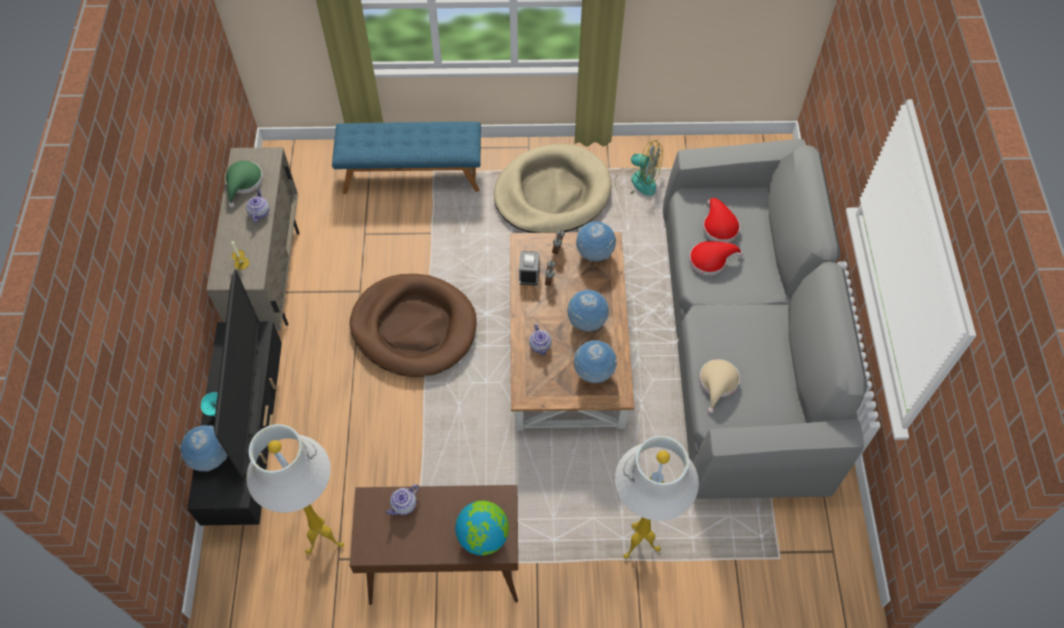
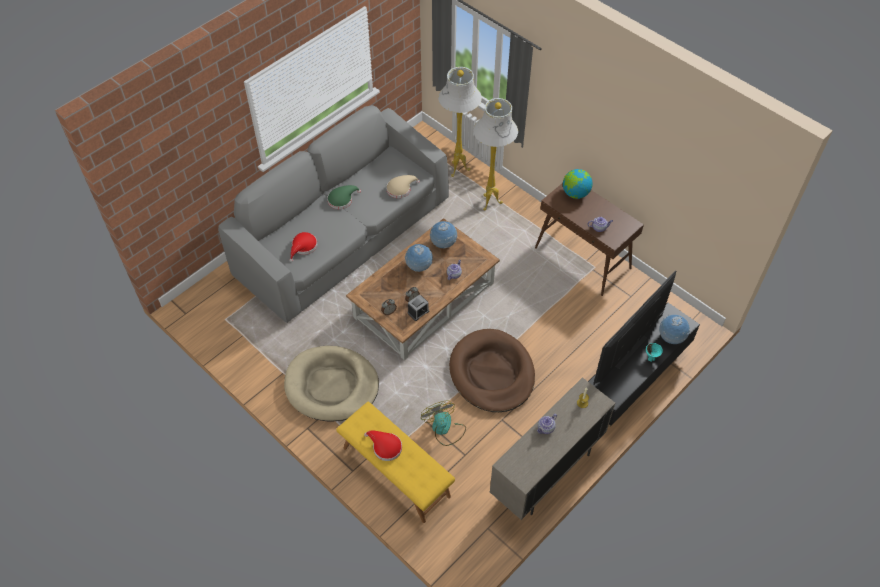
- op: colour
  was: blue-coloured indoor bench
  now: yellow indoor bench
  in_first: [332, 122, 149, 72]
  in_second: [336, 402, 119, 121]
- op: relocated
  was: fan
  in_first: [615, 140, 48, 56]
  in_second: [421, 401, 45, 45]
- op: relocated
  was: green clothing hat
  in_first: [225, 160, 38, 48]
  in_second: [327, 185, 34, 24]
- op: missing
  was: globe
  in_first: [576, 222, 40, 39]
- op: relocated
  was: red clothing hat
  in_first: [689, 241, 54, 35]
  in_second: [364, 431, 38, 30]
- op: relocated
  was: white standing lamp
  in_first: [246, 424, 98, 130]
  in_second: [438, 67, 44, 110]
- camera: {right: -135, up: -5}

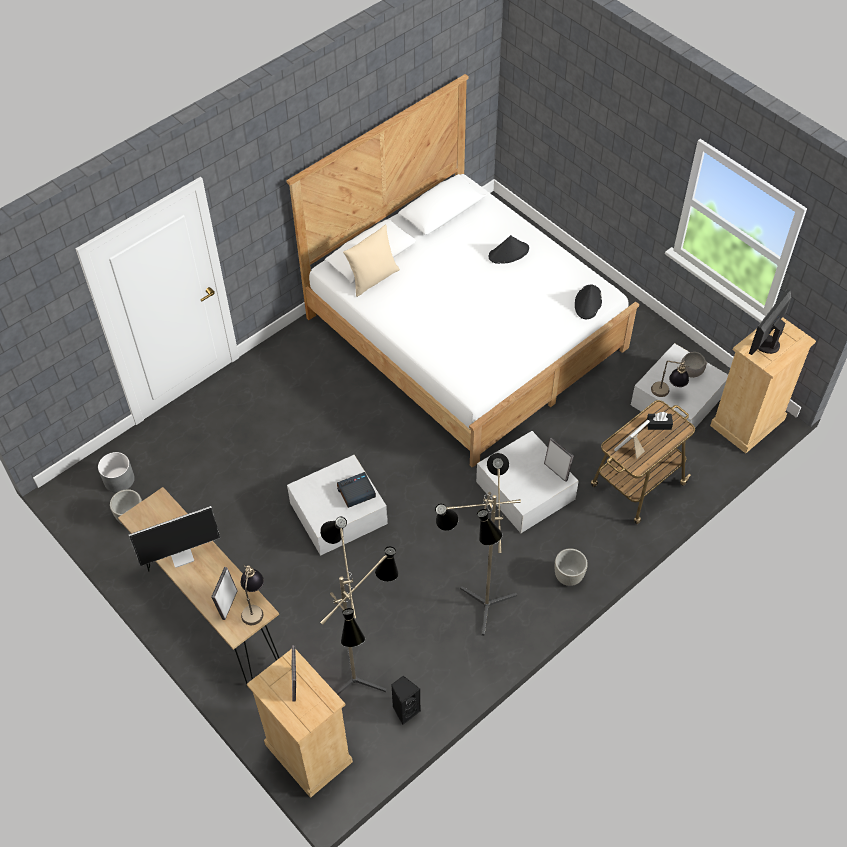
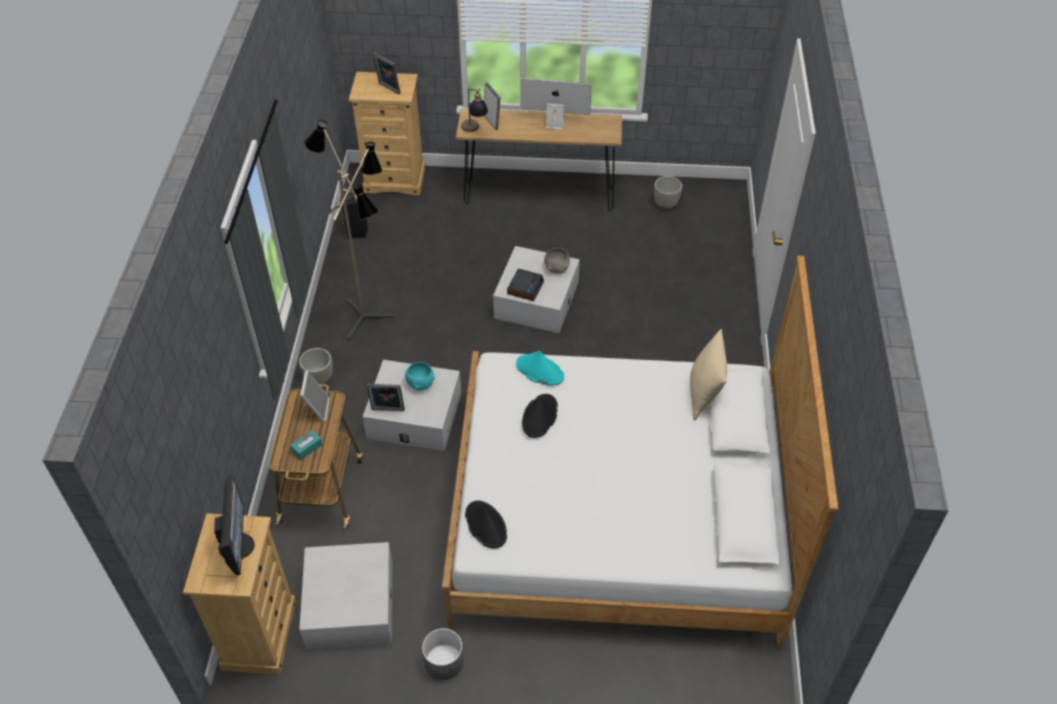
- op: relocated
  was: black-coloured clothing hat
  in_first: [489, 235, 40, 29]
  in_second: [522, 394, 36, 44]
- op: relocated
  was: greyish serving bowl
  in_first: [681, 352, 26, 26]
  in_second: [544, 248, 26, 26]
- op: missing
  was: tabletop lamp
  in_first: [651, 361, 38, 36]
- op: colour
  was: black-coloured tissue box
  now: turquoise-coloured tissue box
  in_first: [647, 412, 26, 18]
  in_second: [290, 430, 33, 30]
- op: relocated
  was: greyish planter
  in_first: [98, 452, 37, 41]
  in_second: [422, 628, 42, 52]
- op: spun
  was: computer display
  in_first: [129, 506, 91, 62]
  in_second: [521, 78, 70, 55]
  clockwise: 75
- op: missing
  was: standing lamp
  in_first: [320, 517, 79, 178]
- op: appeared
  now: turquoise-coloured clothing hat
  in_second: [516, 351, 48, 35]
- op: appeared
  now: turquoise-coloured serving bowl
  in_second: [405, 362, 30, 28]
- camera: {right: 135, up: -5}

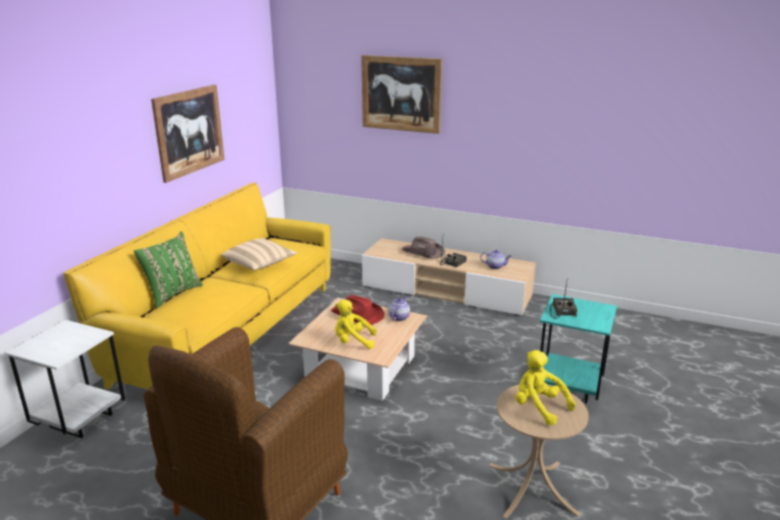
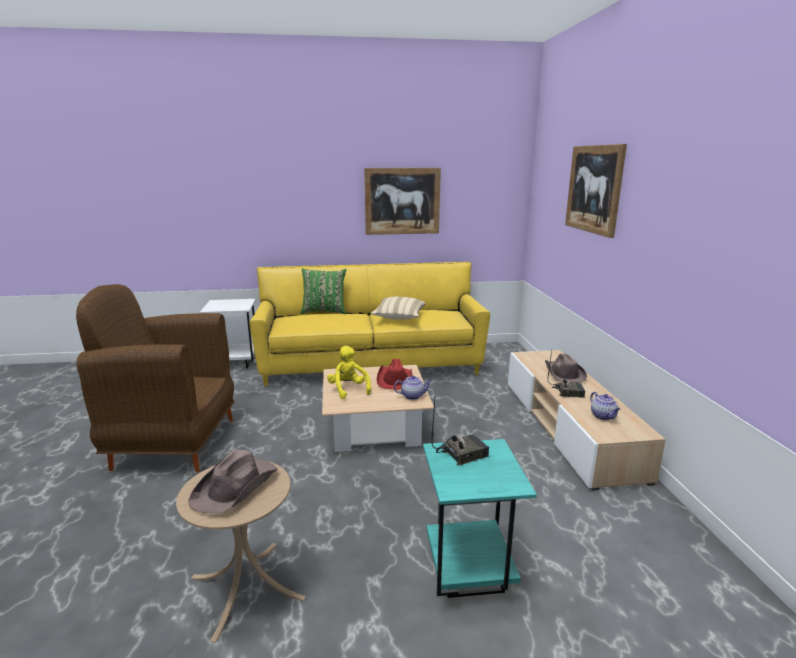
- op: exchanged
  was: yellow cuddly toy
  now: brownish clothing hat
  in_first: [515, 350, 61, 76]
  in_second: [188, 450, 90, 63]
- camera: {right: 60, up: -5}

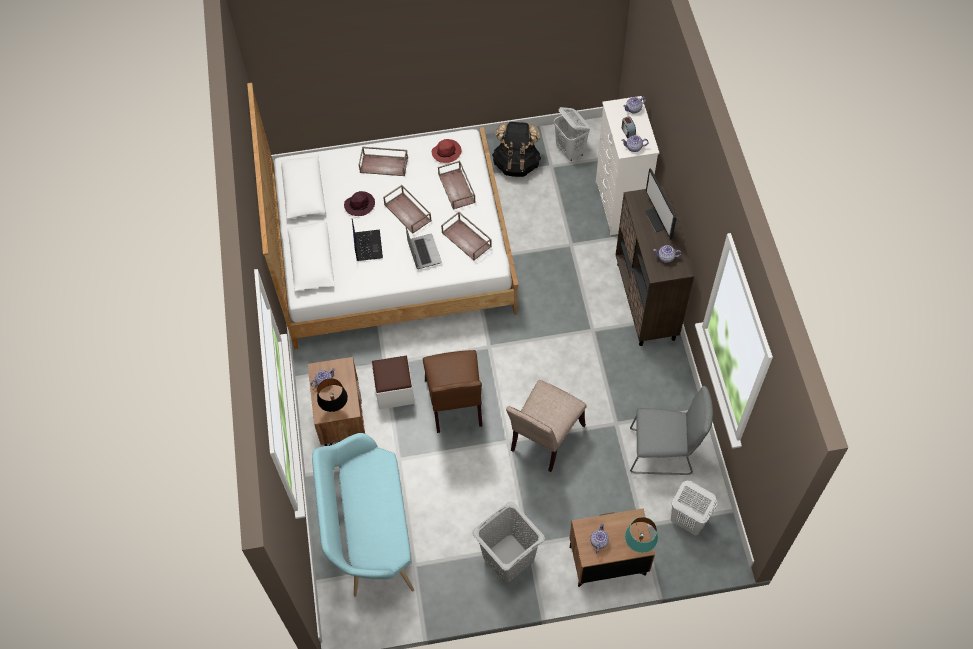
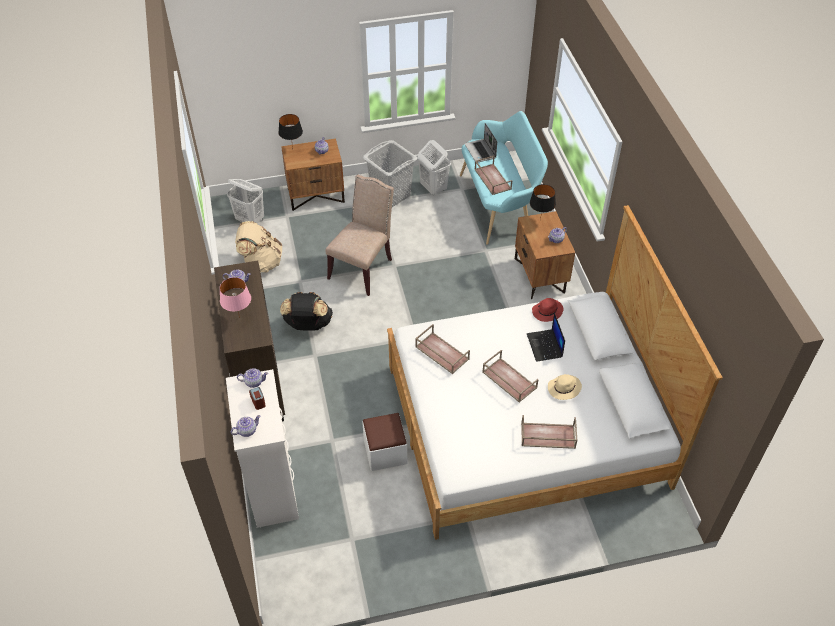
- op: relocated
  was: white hamper
  in_first: [554, 107, 36, 54]
  in_second: [418, 140, 33, 56]
- op: relocated
  was: black-coloured backpack
  in_first: [492, 122, 49, 55]
  in_second: [280, 292, 53, 39]
- op: relocated
  was: red clothing hat
  in_first: [432, 139, 29, 24]
  in_second: [532, 298, 32, 24]
- op: relocated
  was: brownish carrying tray
  in_first: [438, 161, 38, 49]
  in_second: [475, 156, 37, 39]
- op: exchanged
  was: computer display
  now: pink-coloured tabletop lamp
  in_first: [645, 168, 31, 71]
  in_second: [220, 277, 31, 41]
- op: colour
  was: purple-coloured clothing hat
  now: beige-coloured clothing hat
  in_first: [344, 191, 31, 25]
  in_second: [548, 374, 34, 26]
- op: relocated
  was: laptop
  in_first: [406, 227, 36, 42]
  in_second: [465, 123, 32, 39]
- op: missing
  was: brownish chair
  in_first: [423, 350, 59, 83]
- op: relocated
  was: white pouffe
  in_first: [372, 356, 43, 53]
  in_second: [362, 413, 45, 58]
- op: exchanged
  was: greyish chair
  now: beige-coloured backpack
  in_first: [630, 386, 83, 89]
  in_second: [235, 221, 47, 52]
- op: colour
  was: turquoise-coloured tabletop lamp
  now: black-coloured tabletop lamp
  in_first: [625, 517, 33, 36]
  in_second: [278, 114, 25, 34]
- camera: {right: 175, up: -10}

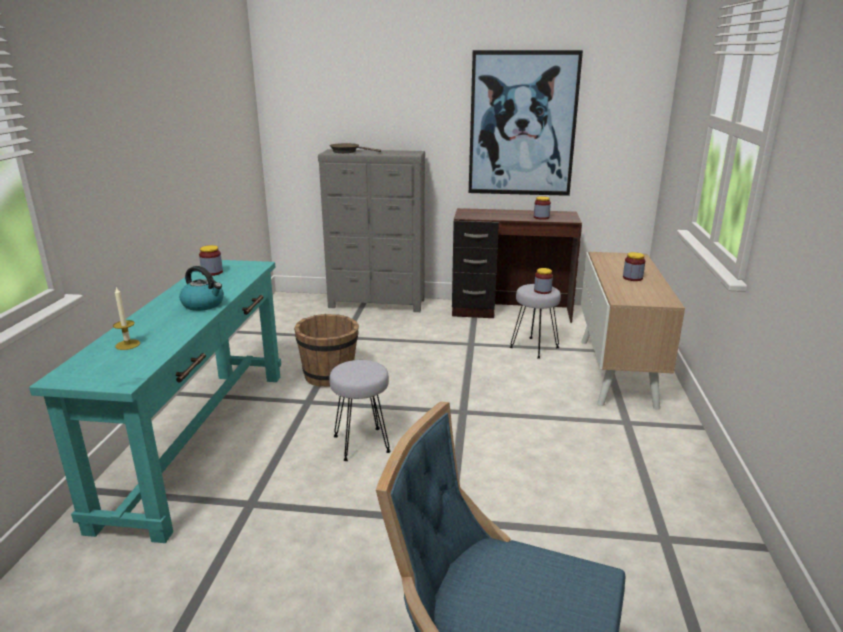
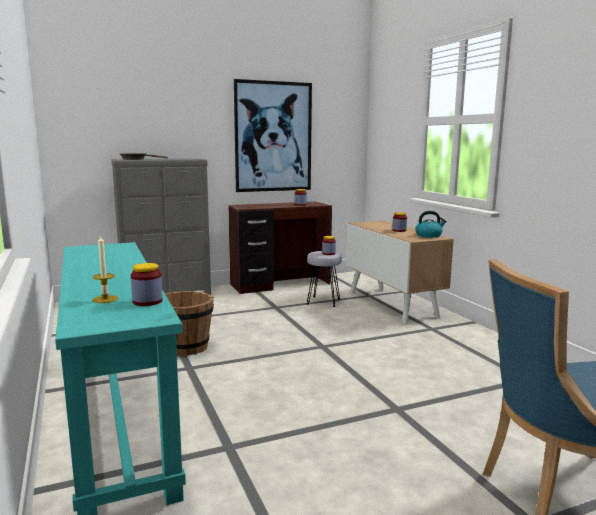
- op: relocated
  was: preserve jar
  in_first: [199, 245, 24, 31]
  in_second: [131, 263, 32, 43]
- op: relocated
  was: kettle
  in_first: [179, 266, 45, 45]
  in_second: [415, 211, 31, 27]
- op: missing
  was: greyish stool
  in_first: [329, 360, 62, 101]
- camera: {right: -30, up: -10}

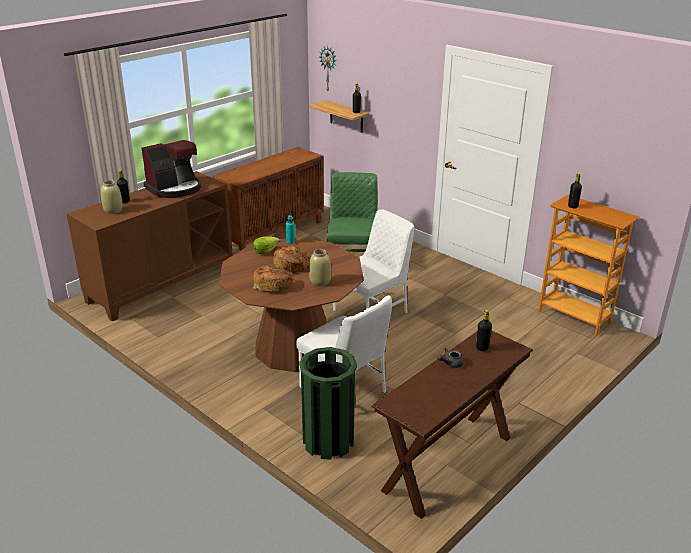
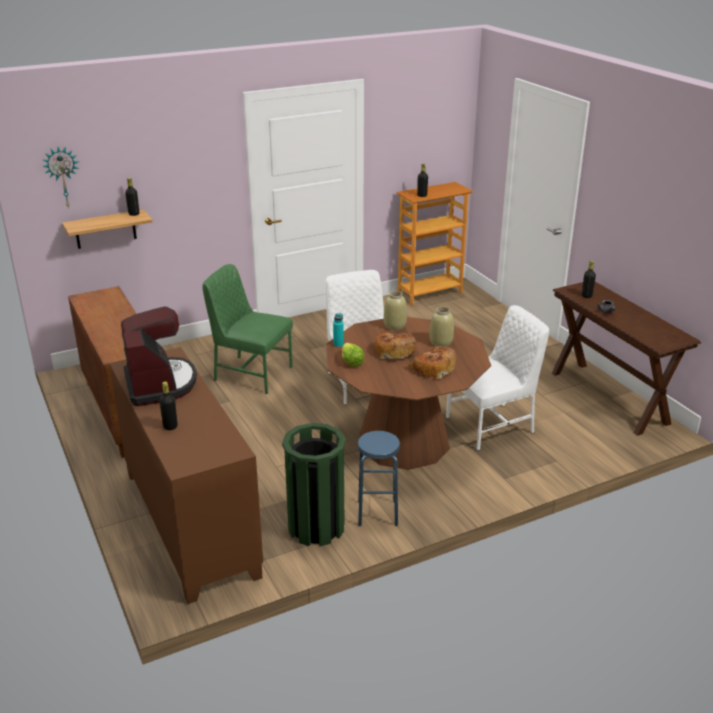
- op: relocated
  was: beige-coloured decorative vase
  in_first: [101, 180, 22, 34]
  in_second: [384, 291, 23, 39]
- op: relocated
  was: green rubbish bin
  in_first: [299, 347, 58, 113]
  in_second: [282, 423, 64, 123]
- op: appeared
  now: blue-coloured stool
  in_second: [358, 431, 42, 95]
- camera: {right: -70, up: 0}

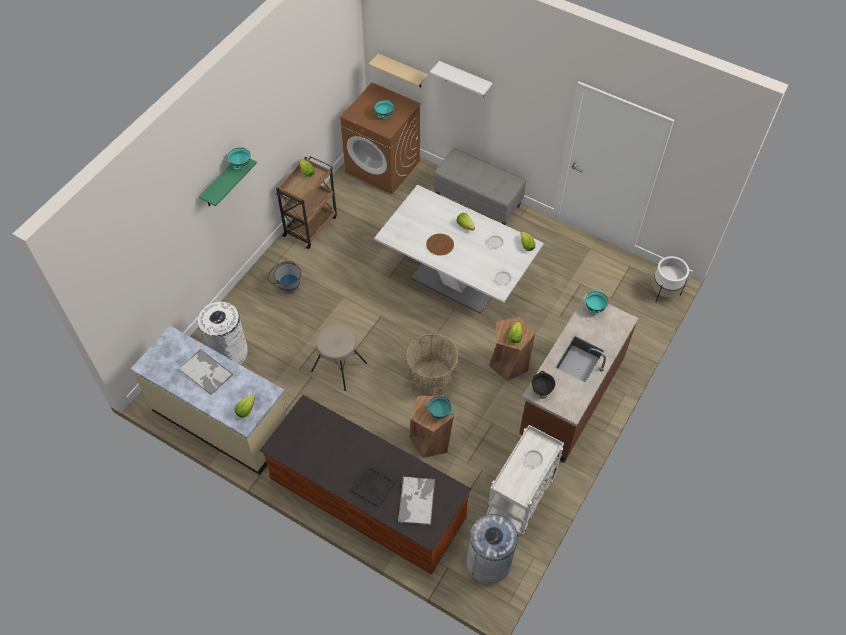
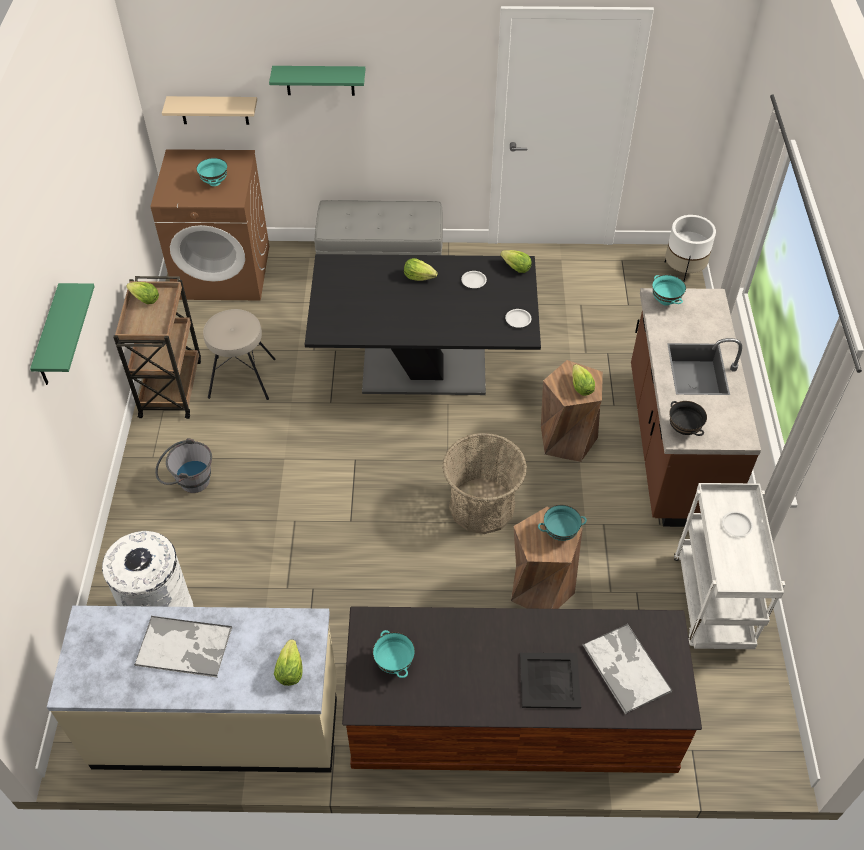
- op: colour
  was: white wall shelf
  now: green wall shelf
  in_first: [430, 61, 62, 36]
  in_second: [269, 66, 96, 30]
- op: relocated
  was: turquoise-coloured serving bowl
  in_first: [228, 147, 22, 22]
  in_second: [373, 630, 42, 48]
- op: colour
  was: white dining table
  now: black-coloured dining table
  in_first: [374, 185, 170, 129]
  in_second: [305, 254, 236, 141]
- op: missing
  was: brownish flat dish
  in_first: [426, 234, 28, 22]
- op: relocated
  was: beige-coloured stool
  in_first: [311, 324, 56, 67]
  in_second: [203, 309, 73, 91]
- op: missing
  was: greyish rubbish bin
  in_first: [466, 514, 52, 71]
- camera: {right: -30, up: -5}

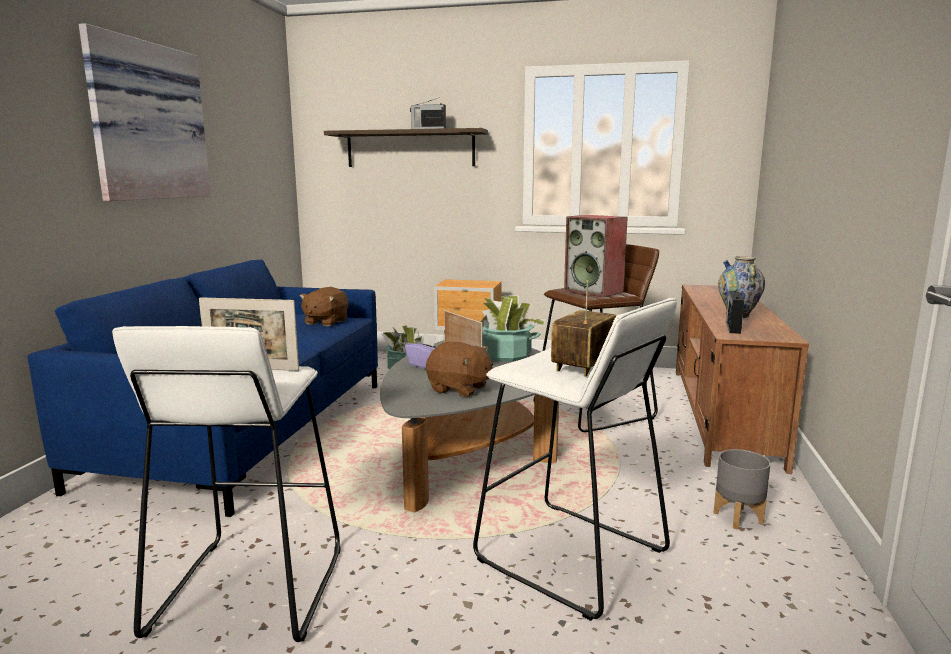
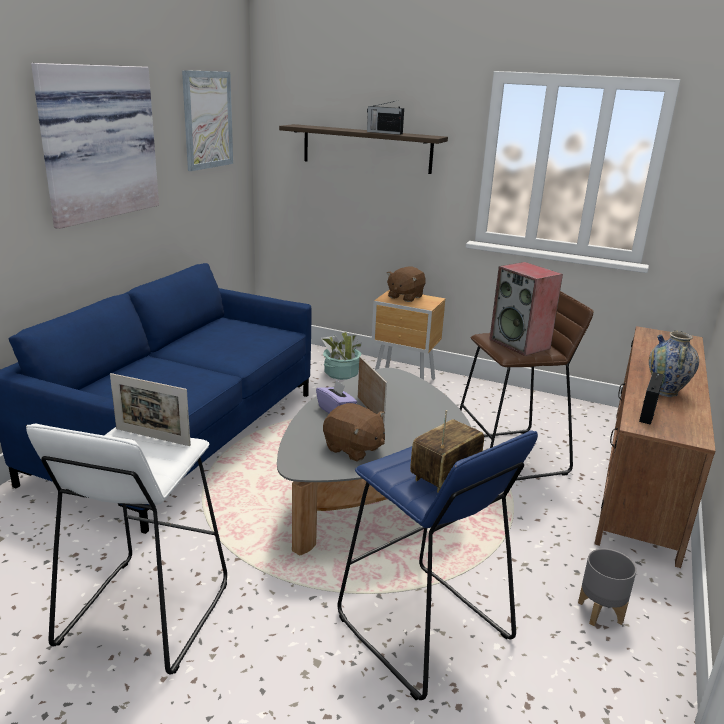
- op: relocated
  was: brownish cuddly toy
  in_first: [300, 287, 48, 39]
  in_second: [387, 267, 39, 35]
- op: missing
  was: plant in a pot
  in_first: [480, 295, 66, 67]
- op: colour
  was: white stool
  now: blue-coloured stool
  in_first: [473, 298, 204, 323]
  in_second: [337, 431, 201, 269]
- op: appeared
  now: wall art
  in_second: [182, 70, 51, 101]
- camera: {right: 10, up: 10}

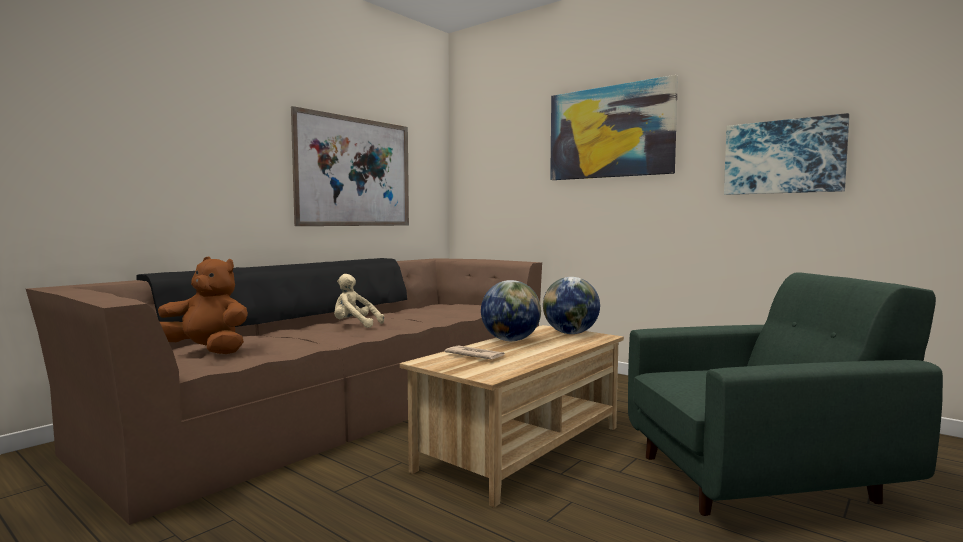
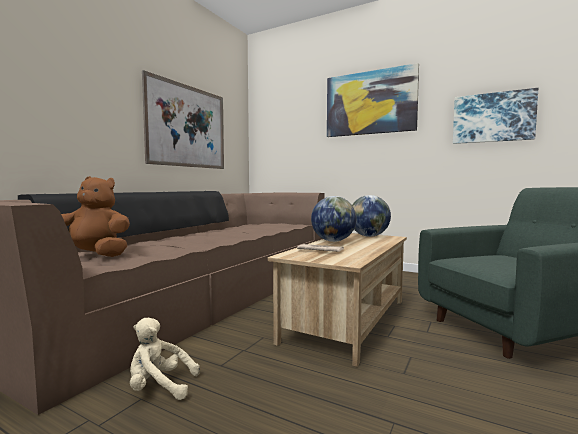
- op: relocated
  was: beige-coloured cuddly toy
  in_first: [334, 274, 50, 54]
  in_second: [130, 318, 70, 82]
- camera: {right: -10, up: 0}

